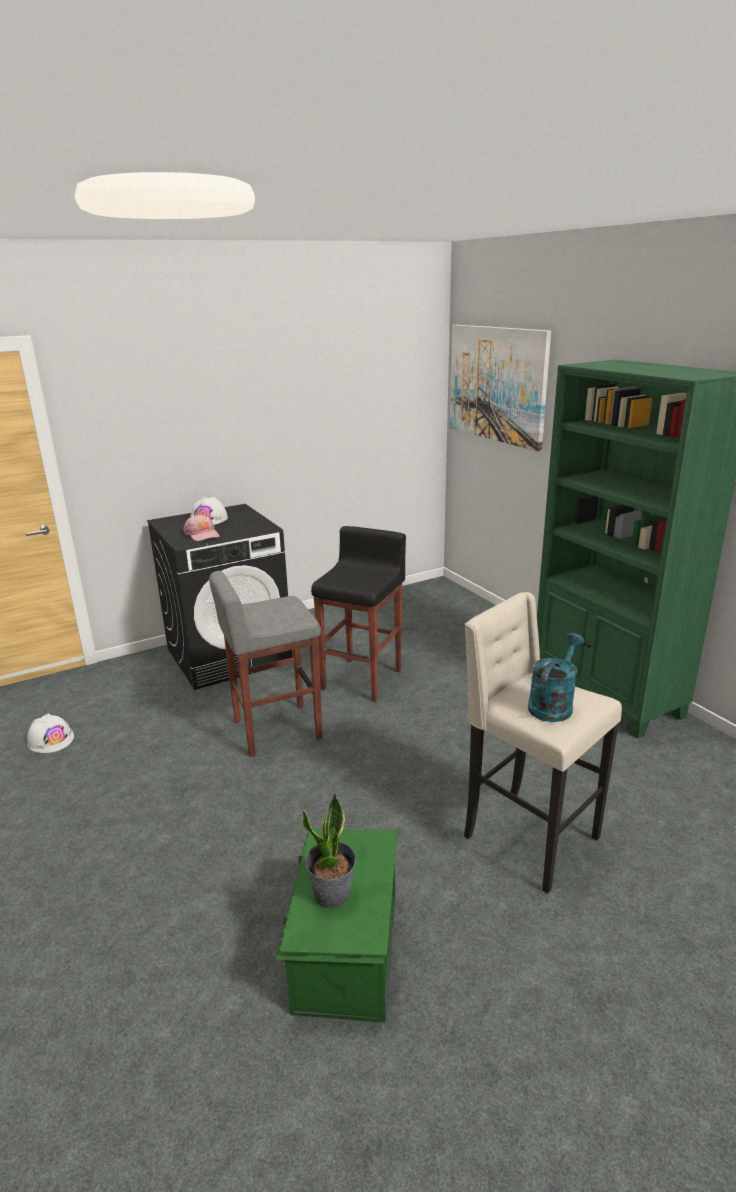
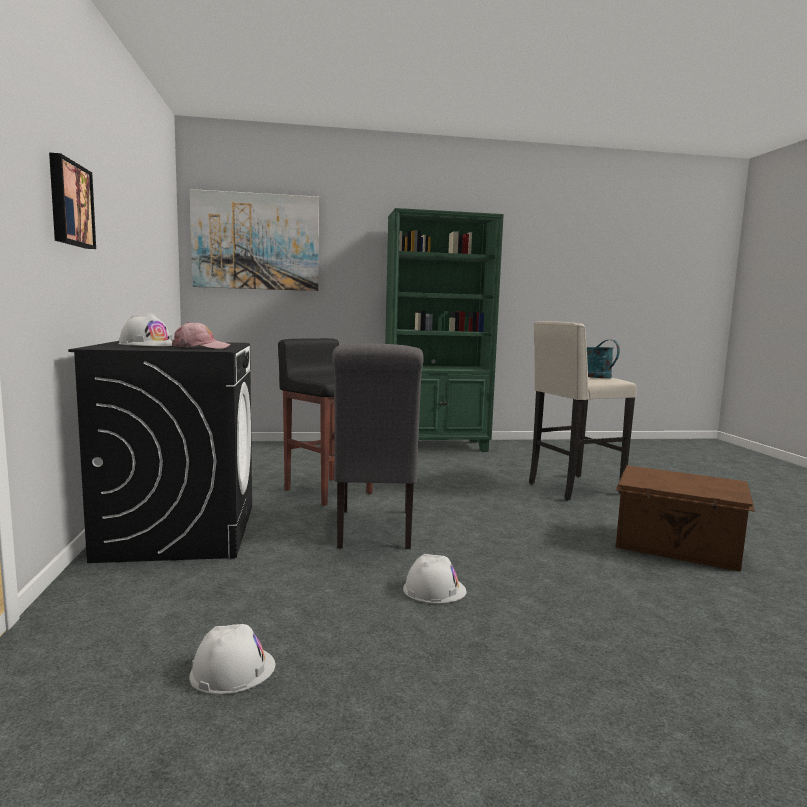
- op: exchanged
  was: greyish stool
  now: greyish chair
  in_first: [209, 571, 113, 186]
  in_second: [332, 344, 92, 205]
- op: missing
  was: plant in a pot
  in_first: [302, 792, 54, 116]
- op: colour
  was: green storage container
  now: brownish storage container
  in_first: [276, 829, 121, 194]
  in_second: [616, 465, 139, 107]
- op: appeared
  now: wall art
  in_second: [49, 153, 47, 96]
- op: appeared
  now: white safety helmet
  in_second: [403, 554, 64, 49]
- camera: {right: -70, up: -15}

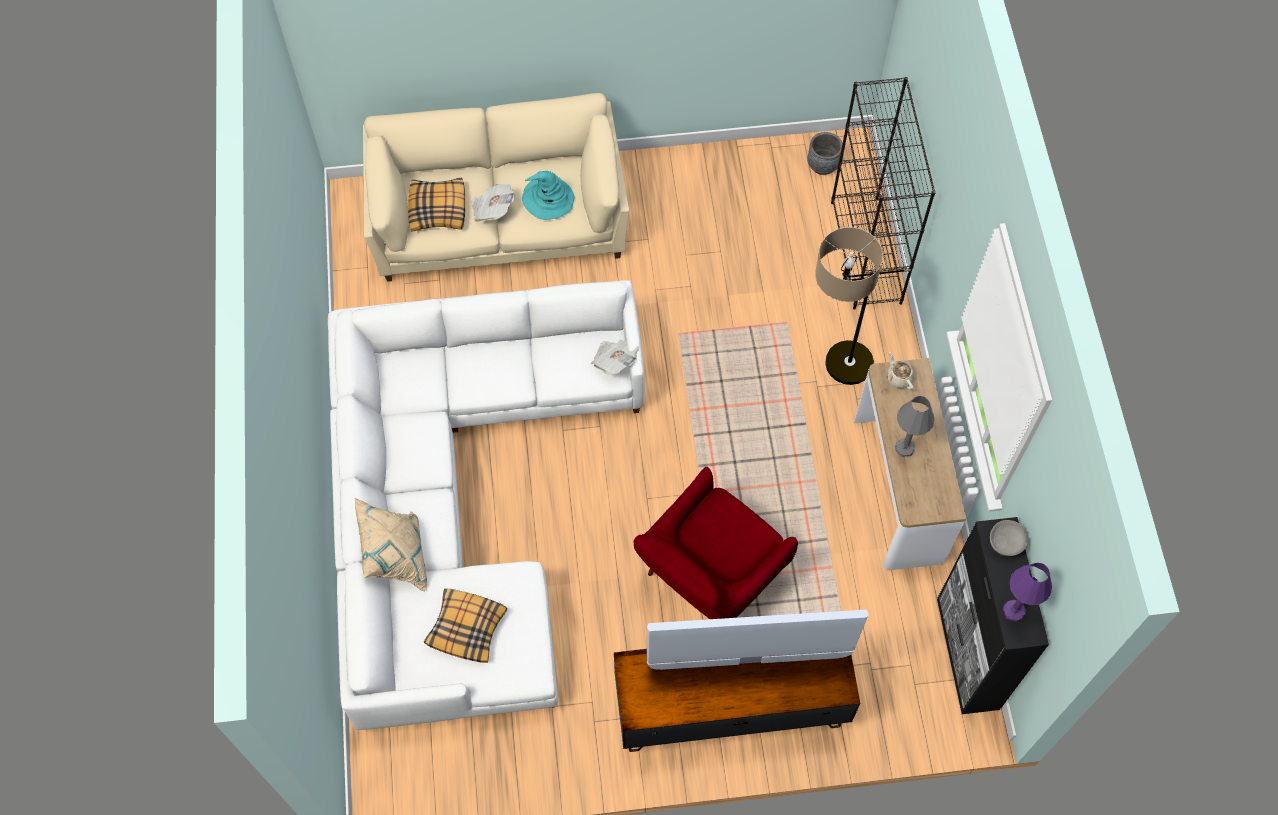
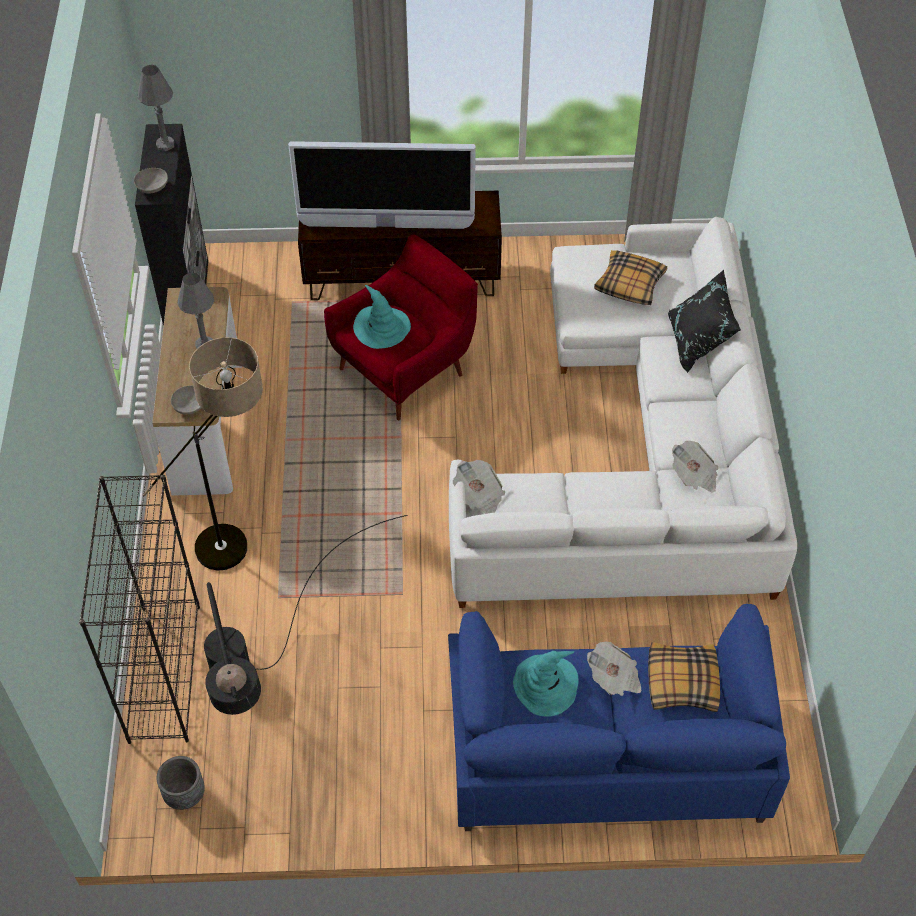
- op: colour
  was: beige-coloured sofa
  now: blue-coloured sofa
  in_first: [363, 93, 266, 189]
  in_second: [448, 604, 342, 227]
- op: exchanged
  was: beige-coloured pot for tea
  now: greyish serving bowl
  in_first: [886, 352, 28, 38]
  in_second: [171, 386, 30, 29]
- op: colour
  was: beige-coloured pillow
  now: black-coloured pillow
  in_first: [354, 497, 73, 95]
  in_second: [668, 270, 73, 103]
- op: colour
  was: purple-coloured tabletop lamp
  now: greyish tabletop lamp
  in_first: [1003, 563, 49, 59]
  in_second: [137, 65, 37, 86]
- op: appeared
  now: turquoise-coloured clothing hat
  in_second: [353, 285, 58, 64]
- op: appeared
  now: daily paper
  in_second: [672, 441, 46, 52]
- op: appeared
  now: black-coloured standing lamp
  in_second: [204, 515, 204, 200]
- camera: {right: -175, up: -10}

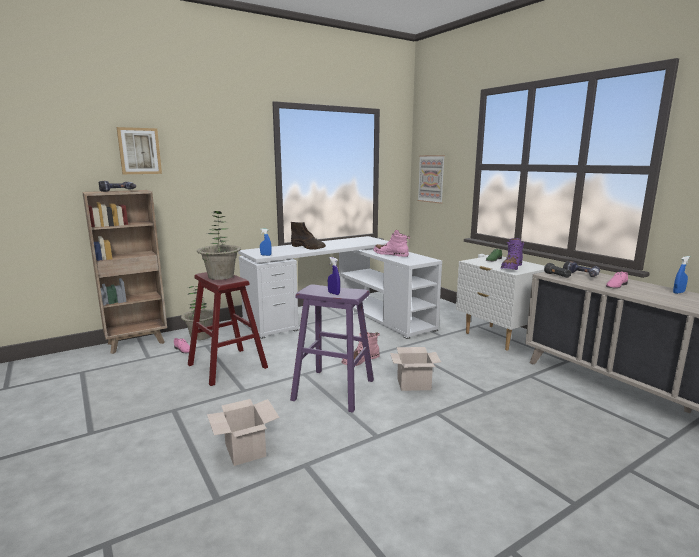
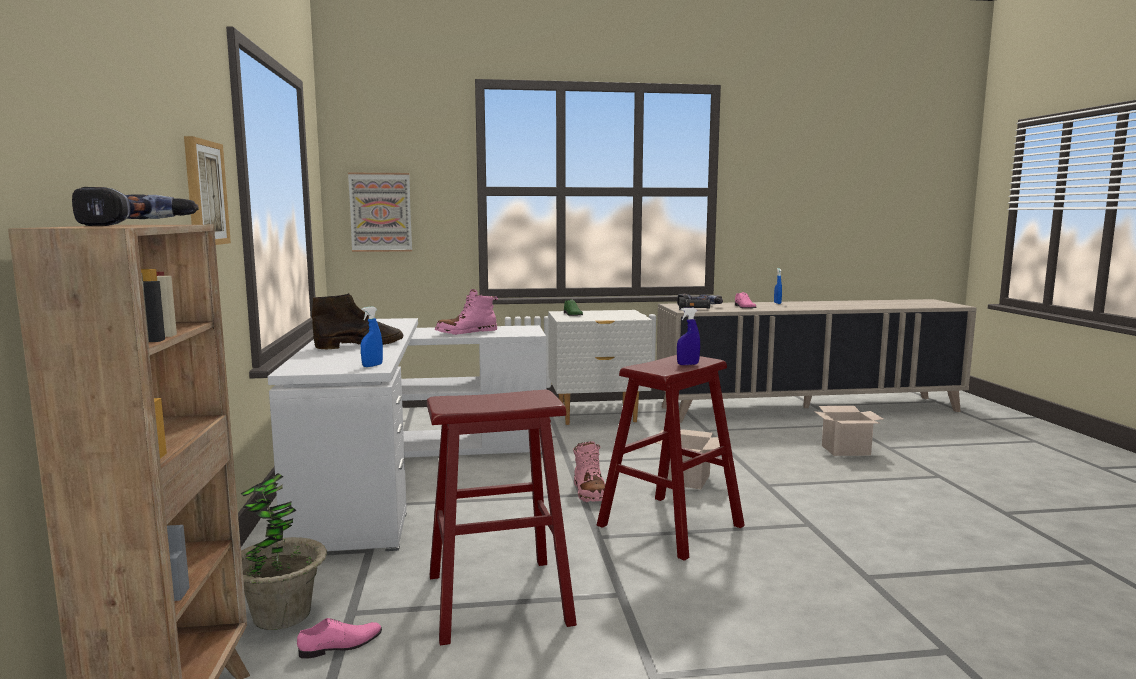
- op: relocated
  was: wall art
  in_first: [117, 127, 45, 47]
  in_second: [184, 136, 47, 109]
- op: missing
  was: plant in a pot
  in_first: [197, 211, 44, 69]
- op: missing
  was: purple-coloured tall boot
  in_first: [501, 238, 23, 32]
- op: colour
  was: purple-coloured stool
  now: red stool
  in_first: [290, 284, 84, 129]
  in_second: [597, 355, 148, 206]
- op: relocated
  was: cardboard box
  in_first: [207, 399, 73, 67]
  in_second: [814, 406, 69, 50]
- camera: {right: -65, up: -5}

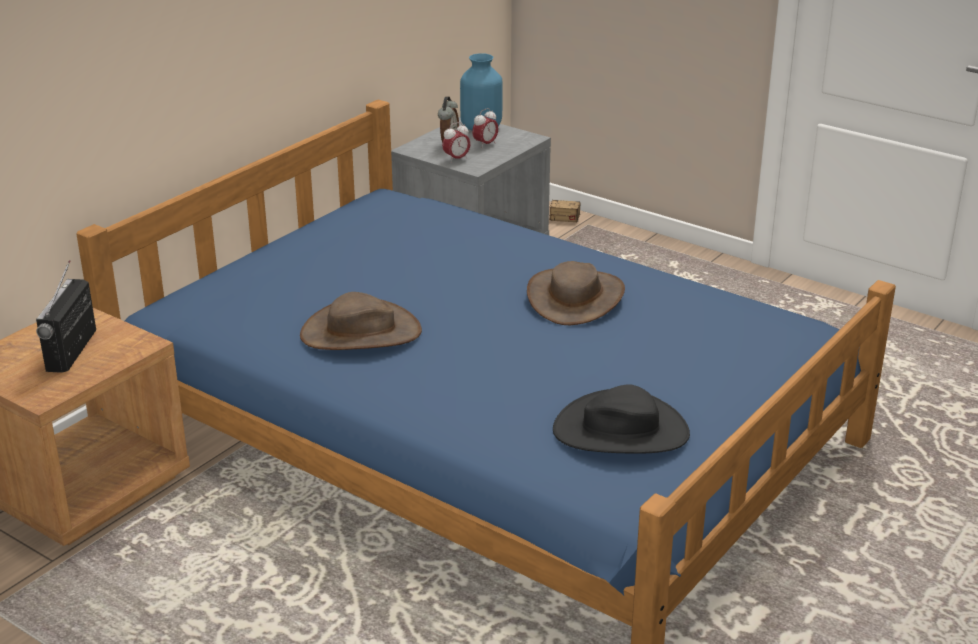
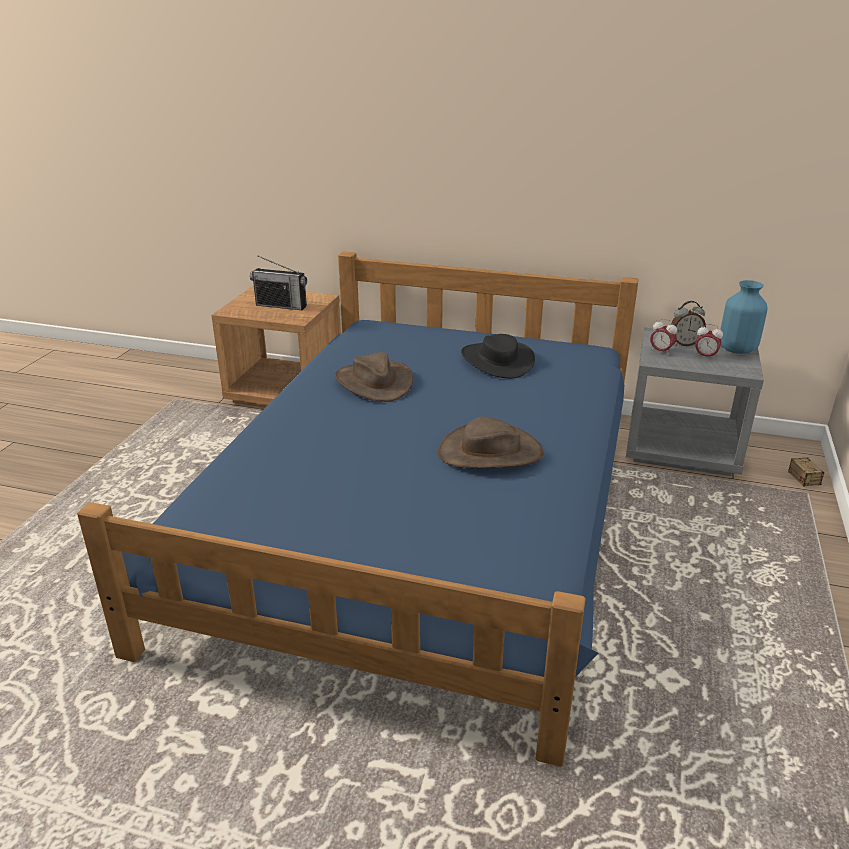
- op: spun
  was: radio
  in_first: [36, 260, 60, 113]
  in_second: [250, 256, 57, 54]
  clockwise: -150
- op: relocated
  was: black-coloured clothing hat
  in_first: [553, 384, 137, 70]
  in_second: [461, 334, 74, 45]
- camera: {right: 70, up: 0}

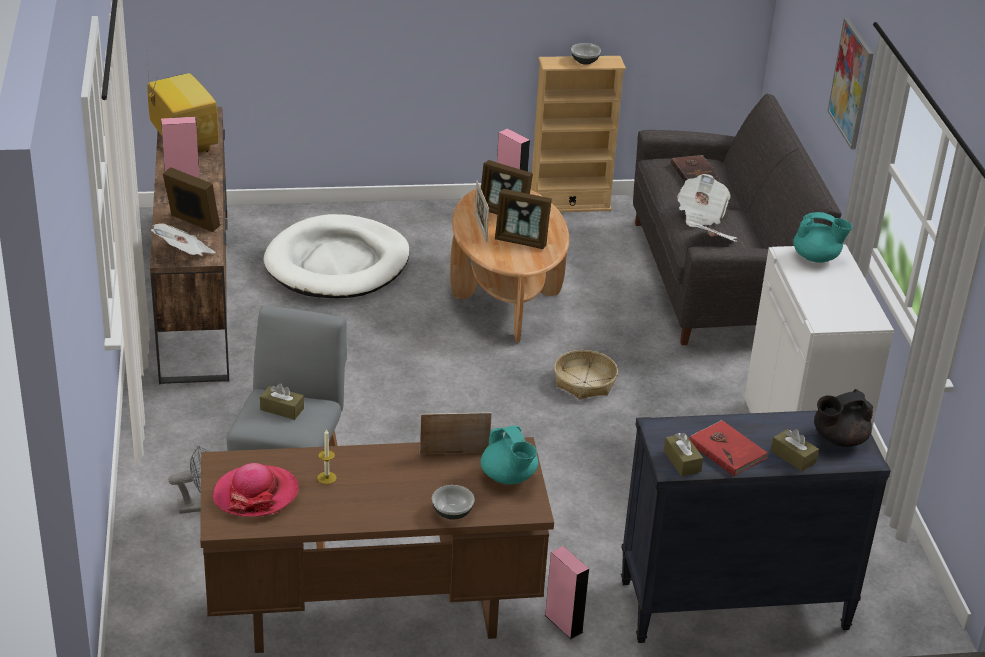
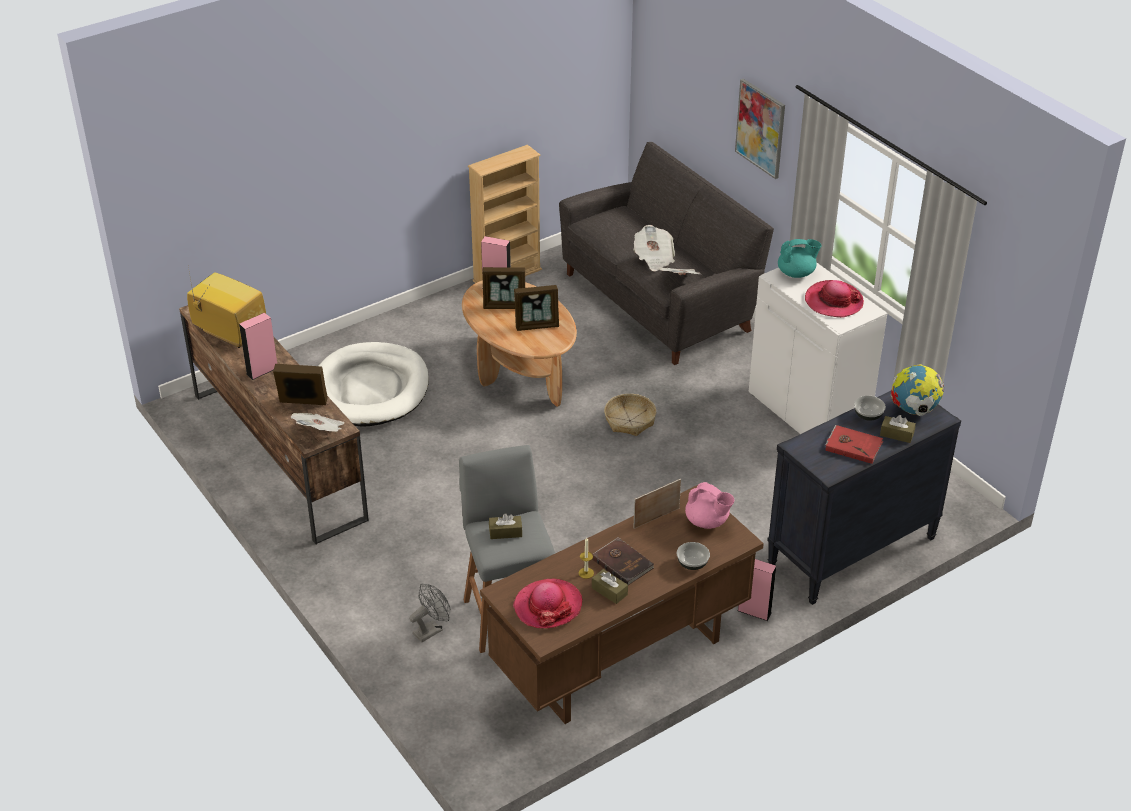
- op: relocated
  was: serving bowl
  in_first: [571, 43, 30, 22]
  in_second: [854, 396, 32, 25]
- op: relocated
  was: brownish book
  in_first: [671, 155, 49, 27]
  in_second: [592, 537, 62, 48]
- op: missing
  was: standing frame
  in_first: [475, 180, 14, 63]
- op: exchanged
  was: black-coloured pot for tea
  now: globe
  in_first: [814, 389, 59, 58]
  in_second: [891, 364, 53, 52]
- op: colour
  was: turquoise-coloured pot for tea
  now: pink-coloured pot for tea
  in_first: [481, 426, 57, 58]
  in_second: [685, 482, 50, 47]
- op: relocated
  was: brownish tissue box
  in_first: [664, 433, 39, 43]
  in_second: [592, 569, 36, 35]
- op: appeared
  now: clothing hat
  in_second: [805, 280, 59, 38]
- camera: {right: -25, up: 5}

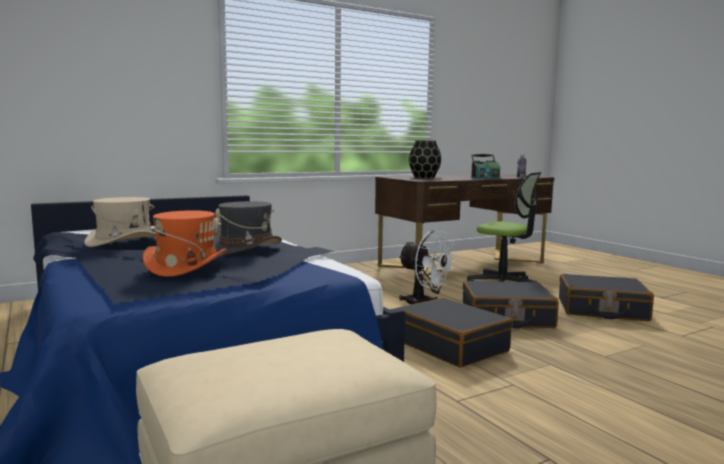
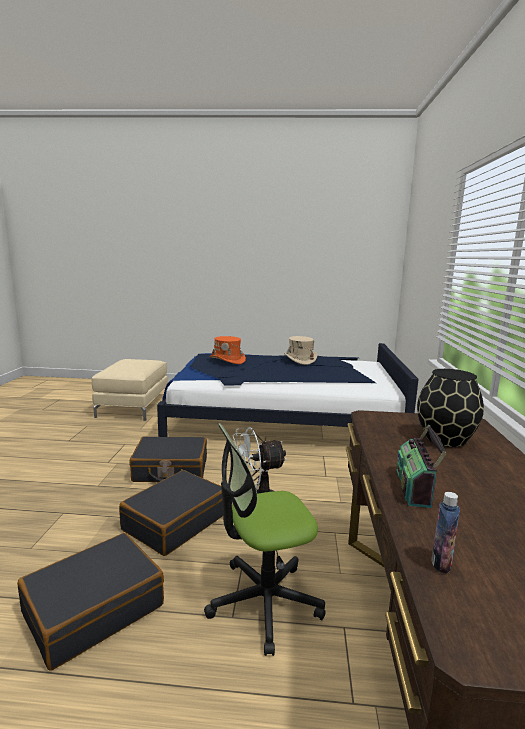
- op: missing
  was: greyish clothing hat
  in_first: [214, 201, 68, 54]
- camera: {right: 125, up: 5}

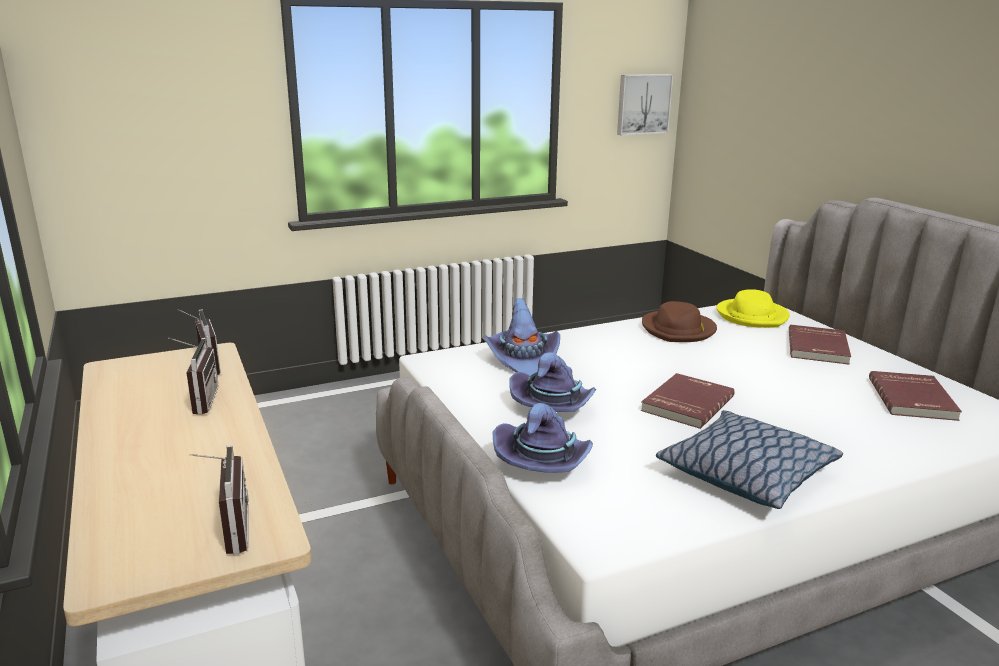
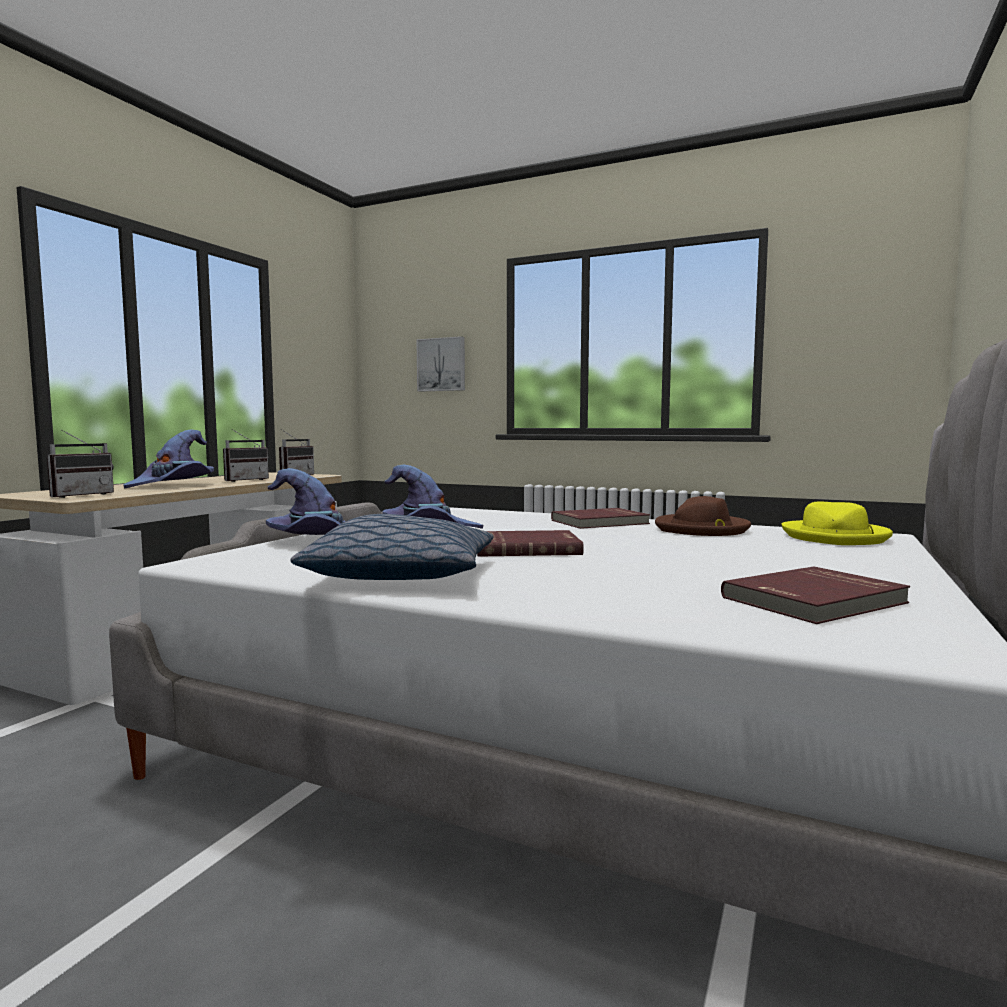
- op: relocated
  was: wall art
  in_first: [617, 74, 56, 61]
  in_second: [416, 336, 49, 56]
- op: relocated
  was: purple-coloured clothing hat
  in_first: [483, 298, 77, 78]
  in_second: [123, 429, 91, 59]
- op: relocated
  was: red book
  in_first: [789, 325, 62, 40]
  in_second: [551, 508, 99, 21]
- camera: {right: 50, up: -15}

